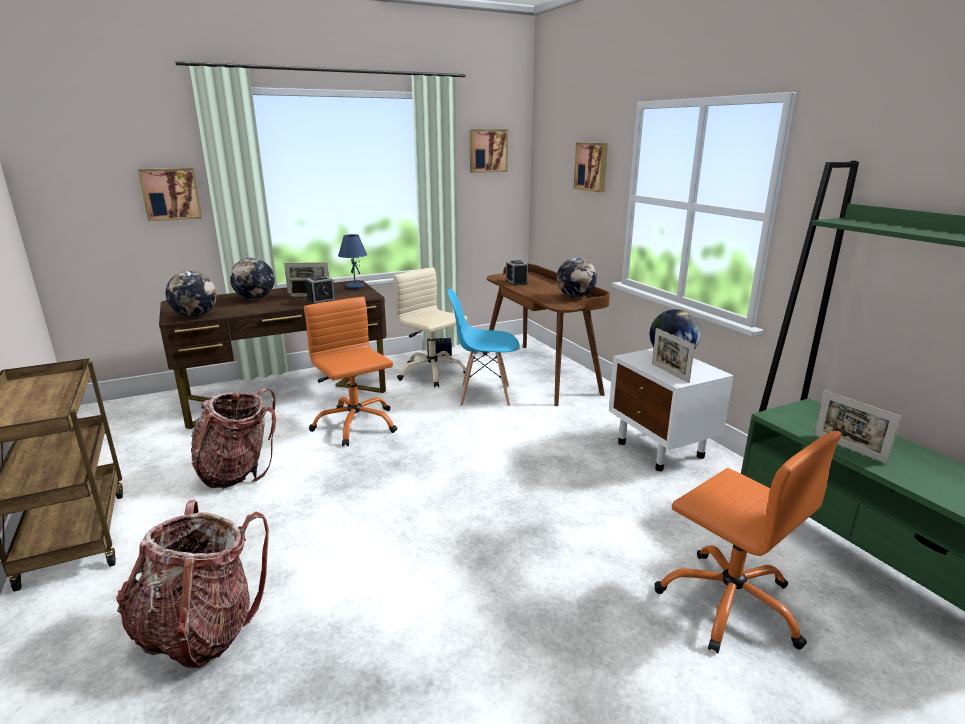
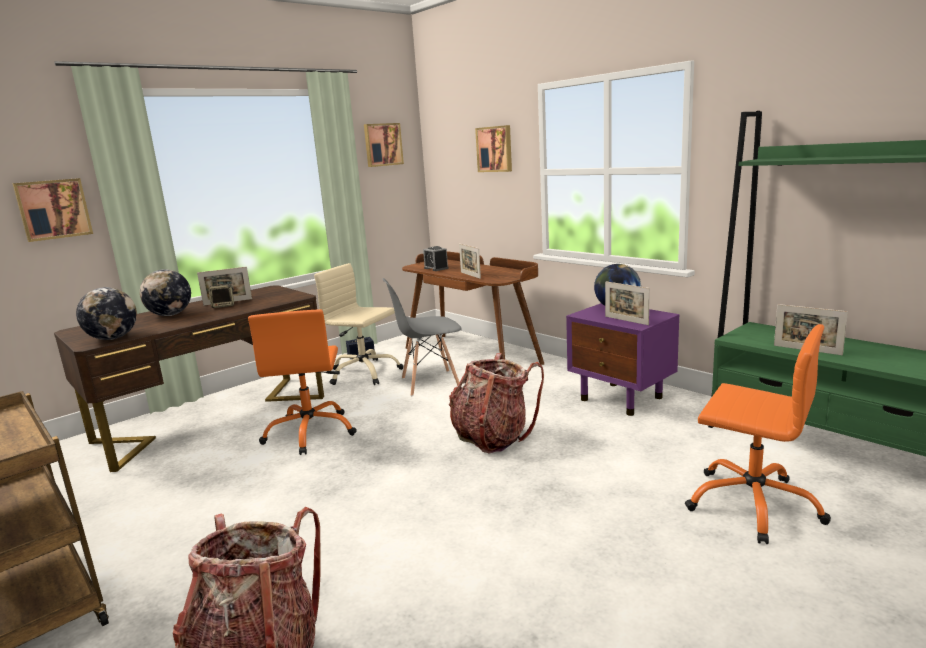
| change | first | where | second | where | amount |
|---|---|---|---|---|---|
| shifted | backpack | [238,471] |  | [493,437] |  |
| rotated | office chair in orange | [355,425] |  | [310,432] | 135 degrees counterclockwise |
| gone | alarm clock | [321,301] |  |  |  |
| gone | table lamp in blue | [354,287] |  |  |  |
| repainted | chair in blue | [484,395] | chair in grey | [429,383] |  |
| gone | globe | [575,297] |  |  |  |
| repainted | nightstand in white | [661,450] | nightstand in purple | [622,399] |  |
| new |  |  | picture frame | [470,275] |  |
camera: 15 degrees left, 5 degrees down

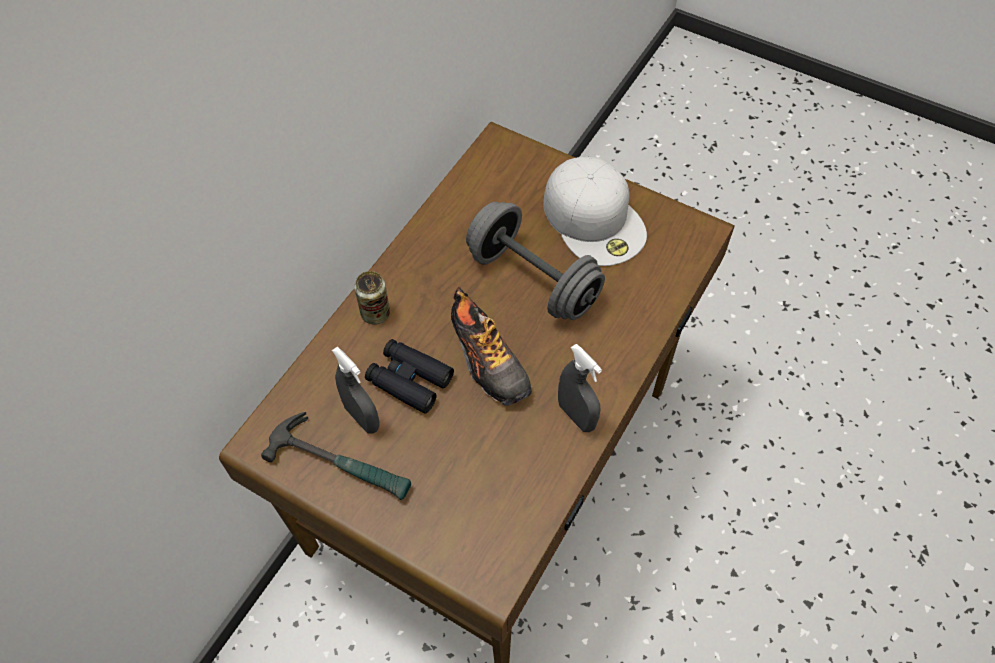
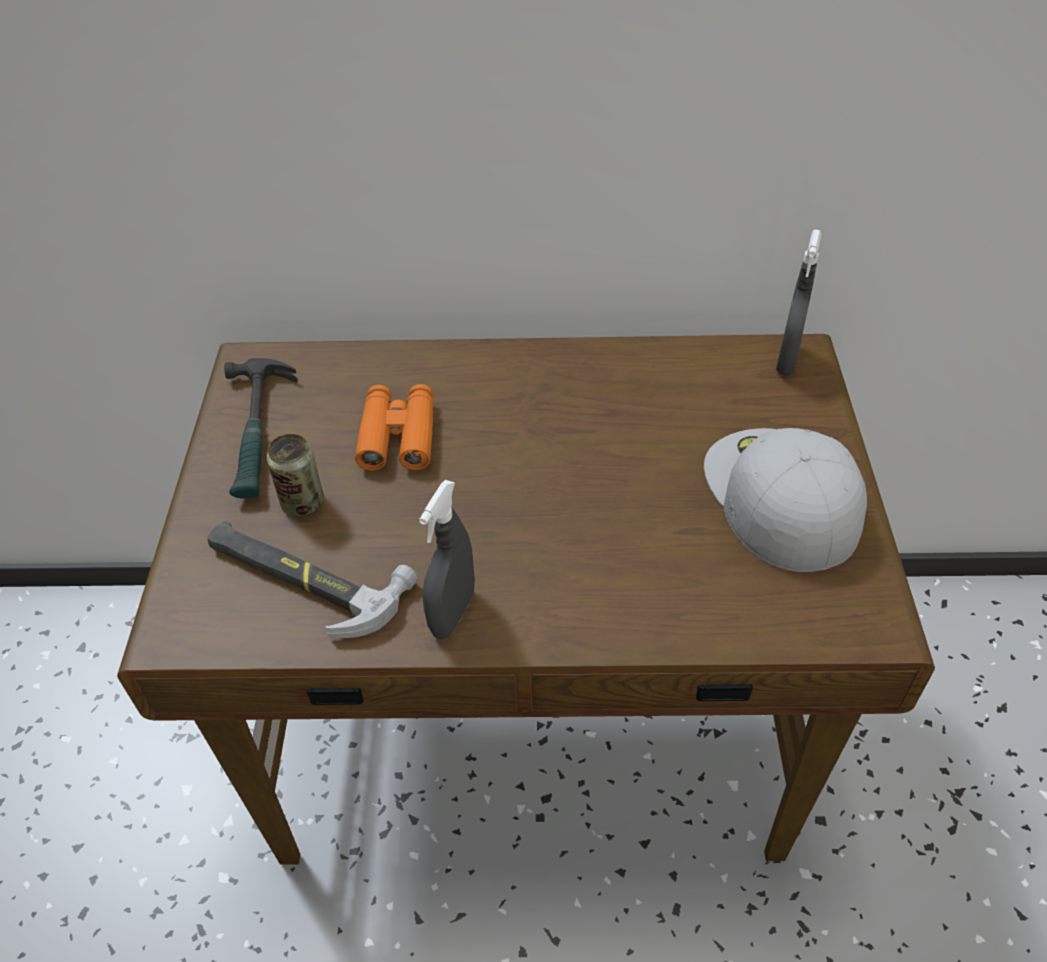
| change | first | where | second | where | amount |
|---|---|---|---|---|---|
| shifted | spray bottle in grey | [362,418] |  | [787,360] |  |
| shifted | can | [375,313] |  | [303,503] |  |
| repainted | binoculars in black | [409,380] | binoculars in orange | [398,435] |  |
| gone | shoe | [487,359] |  |  |  |
| gone | dumbbell in grey | [533,280] |  |  |  |
| rotated | cap in white | [595,219] |  | [778,496] | 135 degrees clockwise |
| new |  |  | hammer | [303,576] |  |
camera: 60 degrees right, 10 degrees down

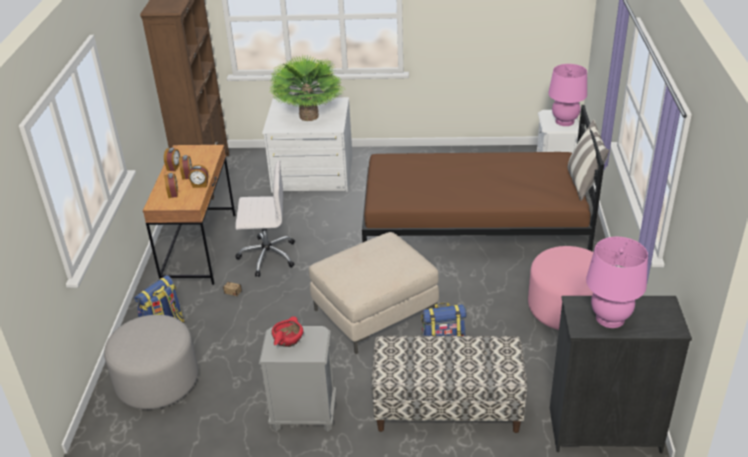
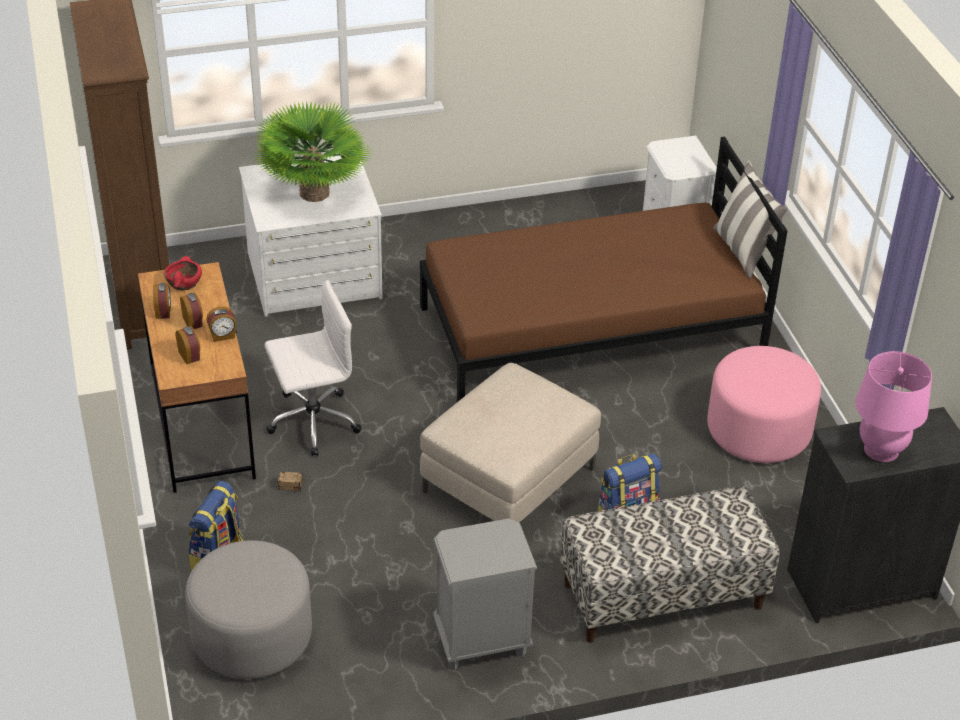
| change | first | where | second | where | amount |
|---|---|---|---|---|---|
| shifted | bowl in red | [287,339] |  | [183,283] |  |
| gone | table lamp in pink | [564,121] |  |  |  |
camera: 20 degrees left, 5 degrees up

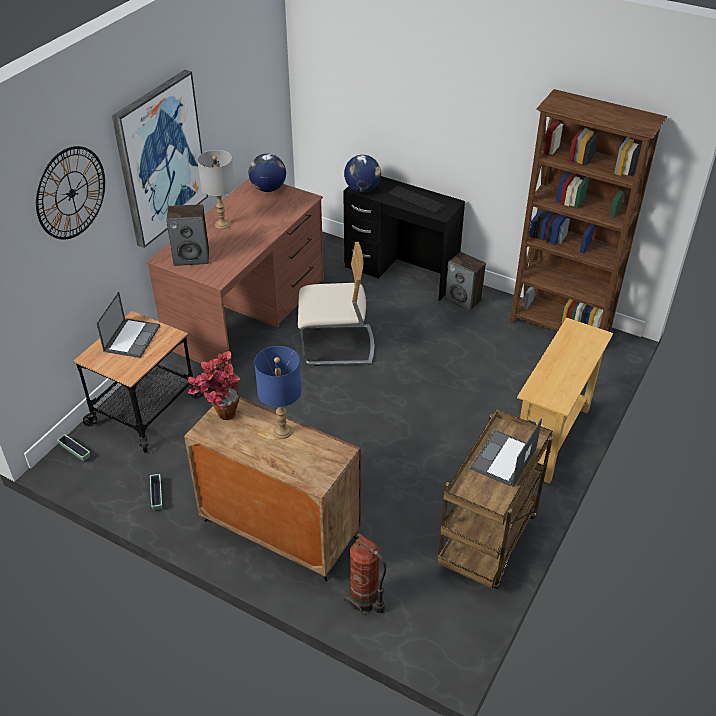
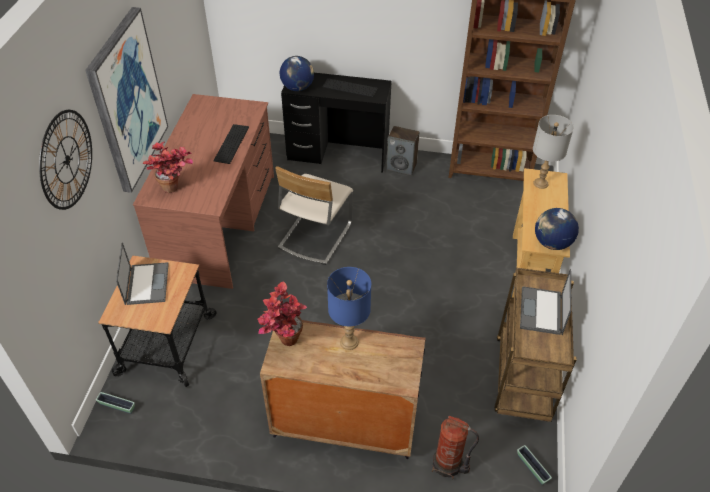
| change | first | where | second | where | amount |
|---|---|---|---|---|---|
| shifted | planter | [157,496] |  | [532,468] |  |
| swapped | speaker | [192,257] | potted plant | [176,189] |  |
| shifted | table lamp in grey | [222,224] |  | [541,183] |  |
| shifted | globe | [268,189] |  | [552,243] |  |
| rotated | chair in beige | [337,346] |  | [315,236] | 135 degrees clockwise |
| new |  |  | keyboard | [231,143] |  |
camera: 20 degrees left, 5 degrees up

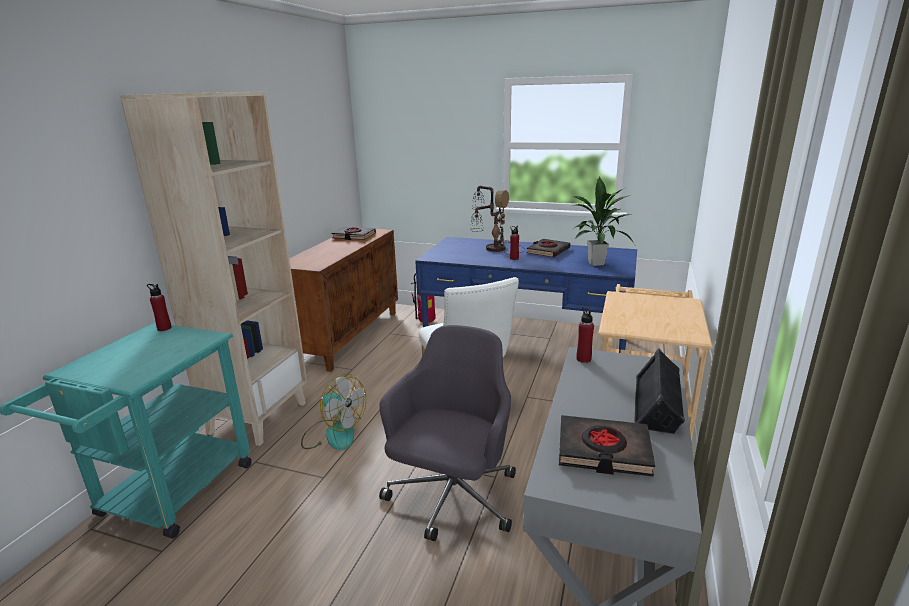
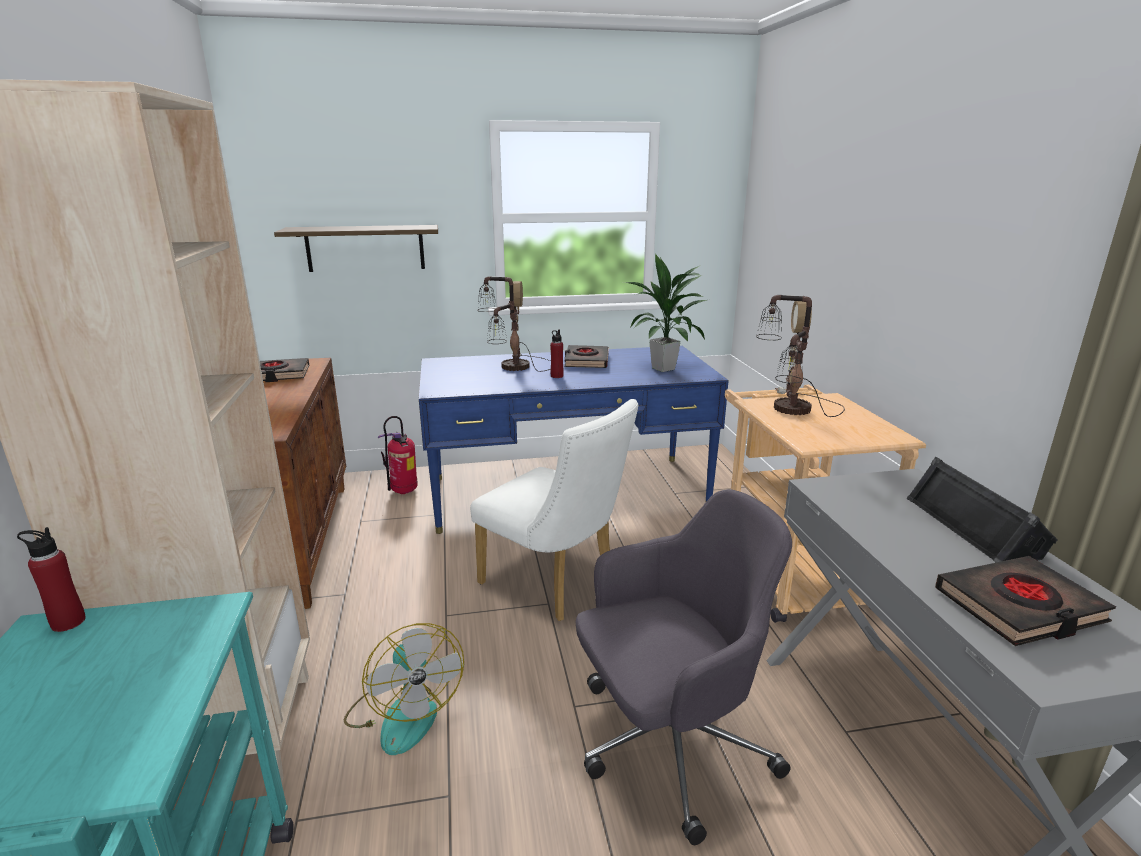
| change | first | where | second | where | amount |
|---|---|---|---|---|---|
| rotated | fan | [333,434] |  | [404,713] | 60 degrees clockwise |
| rotated | office chair in grey | [452,498] |  | [668,744] | 75 degrees clockwise |
| gone | bottle in red | [583,359] |  |  |  |
| new |  |  | shelf | [365,248] |  |
| new |  |  | table lamp | [790,410] |  |
camera: 30 degrees left, 0 degrees up

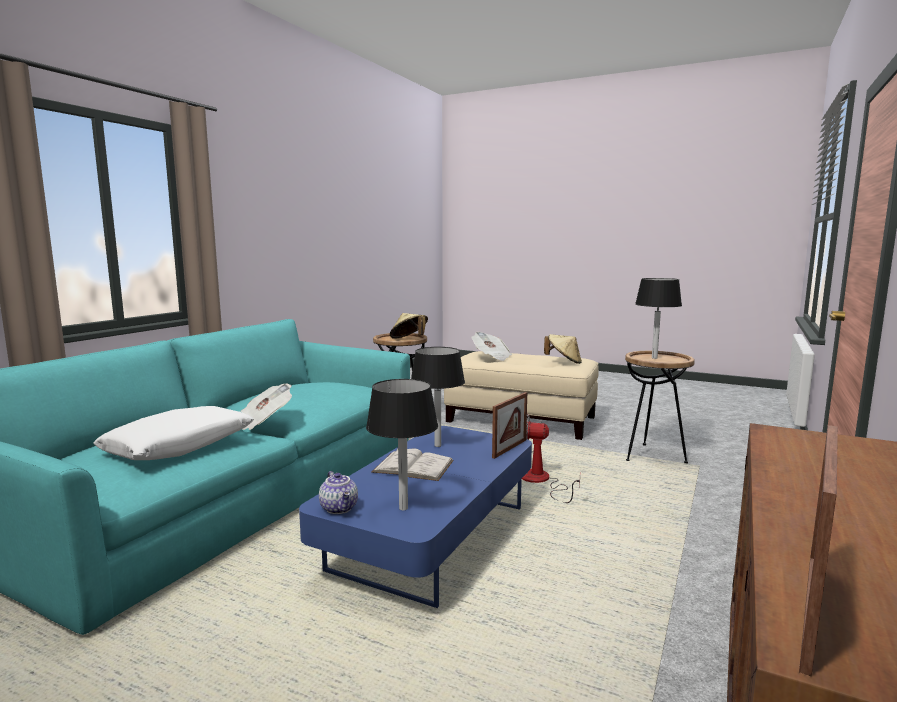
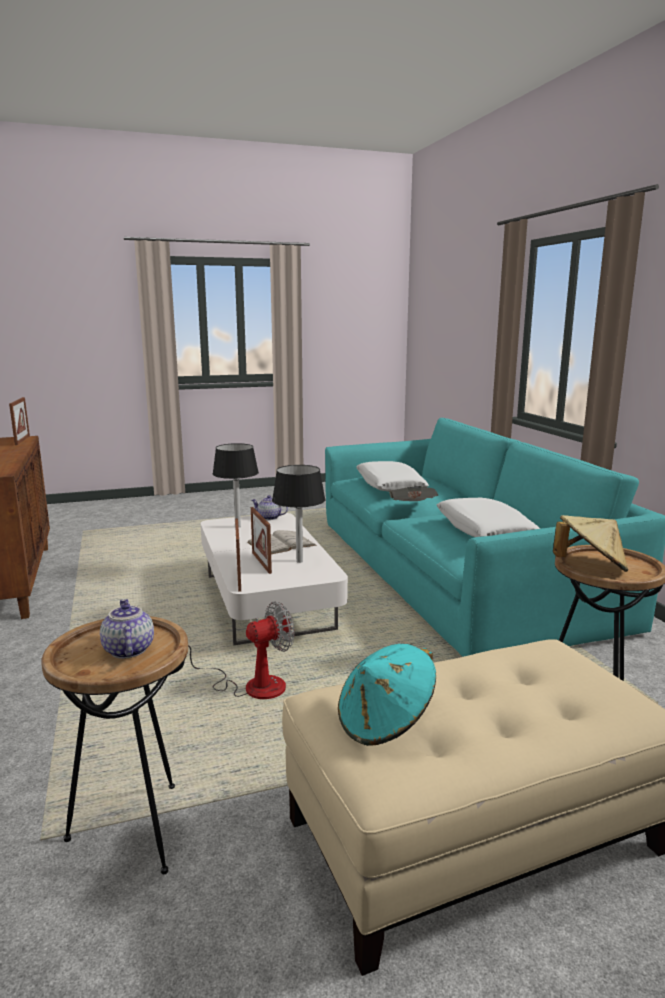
| change | first | where | second | where | amount |
|---|---|---|---|---|---|
| repainted | coffee table in blue | [432,537] | coffee table in white | [267,601] |  |
| gone | newspaper | [491,357] |  |  |  |
| repainted | hat in beige | [563,362] | hat in turquoise | [385,722] |  |
| swapped | table lamp in black | [654,358] | teapot | [127,650] |  |
| new |  |  | picture frame | [261,562] |  |
| new |  |  | pillow in white | [485,531] |  |
camera: 135 degrees right, 5 degrees up

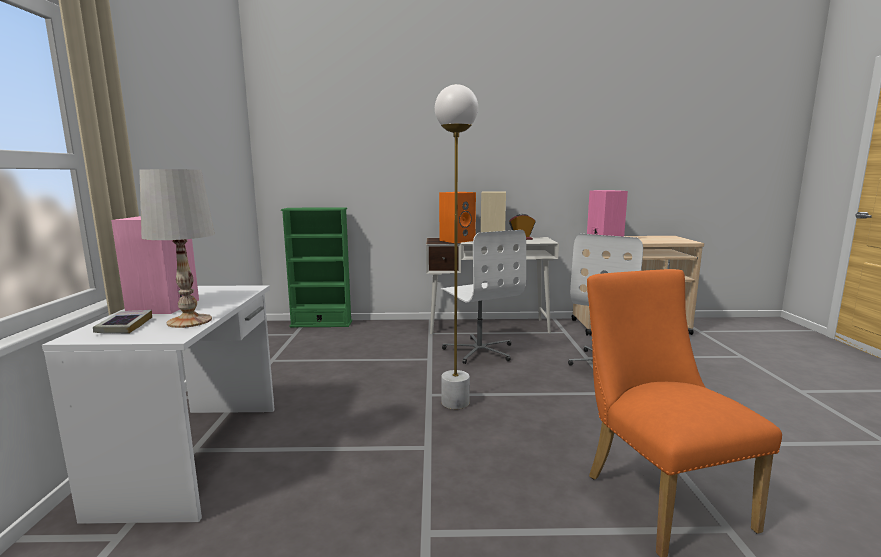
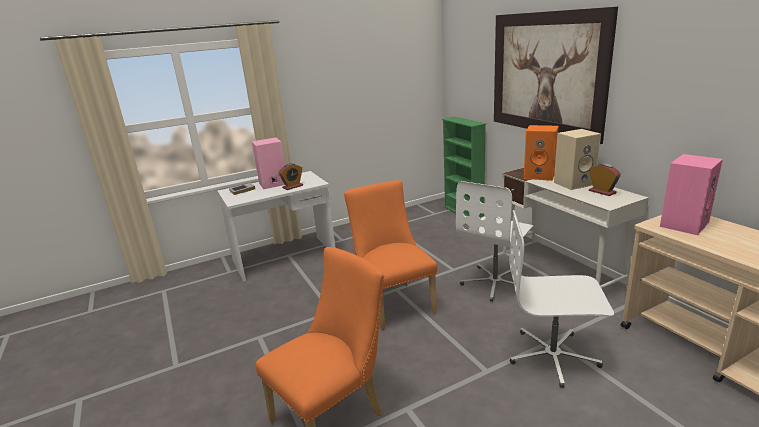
| change | first | where | second | where | amount |
|---|---|---|---|---|---|
| gone | table lamp in white | [190,321] |  |  |  |
| swapped | floor lamp in white | [455,402] | chair in orange | [394,302] |  |
| new |  |  | alarm clock | [293,186] |  |
| new |  |  | picture | [546,73] |  |
camera: 65 degrees right, 10 degrees up

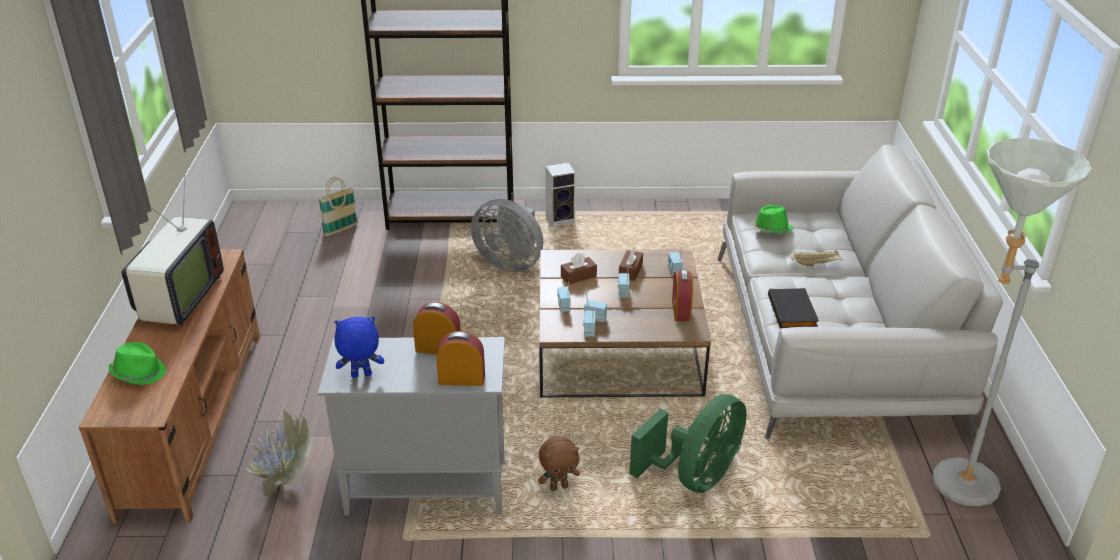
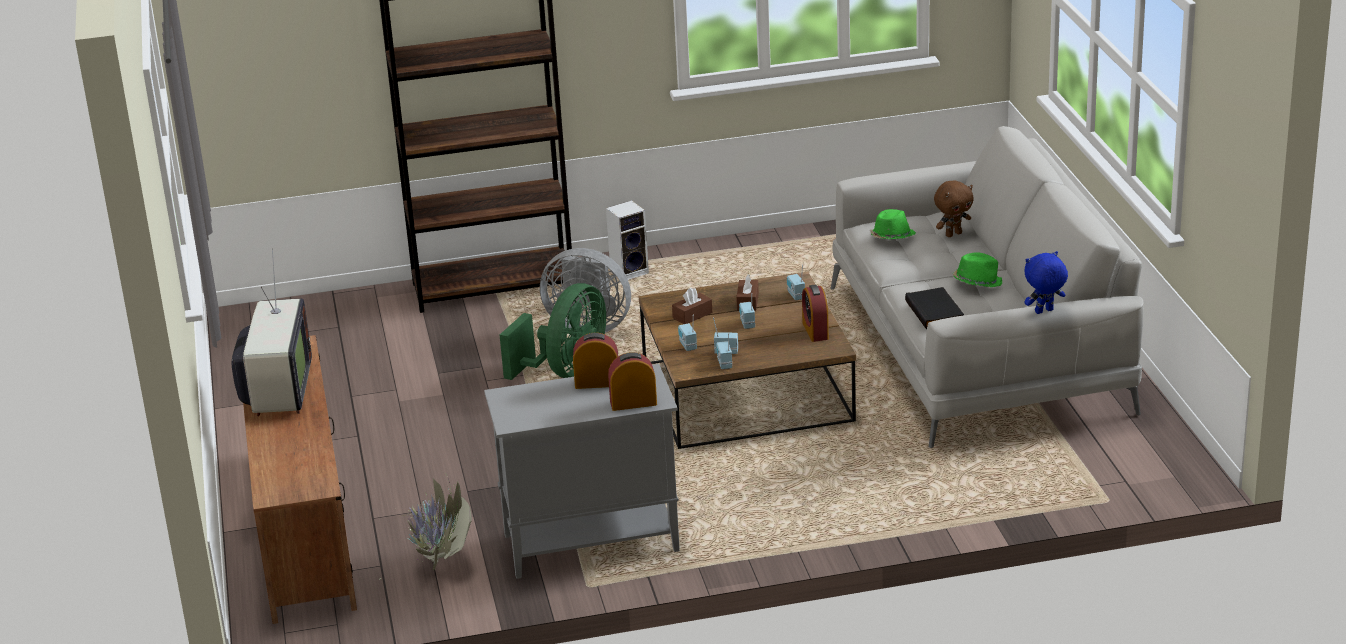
| change | first | where | second | where | amount |
|---|---|---|---|---|---|
| shifted | hat in green | [139,373] |  | [977,282] |  |
| gone | basket | [340,230] |  |  |  |
| shifted | plush toy in blue | [361,376] |  | [1044,312] |  |
| shifted | plush toy in brown | [559,487] |  | [953,234] |  |
| shifted | fan in green | [695,476] |  | [566,372] |  |
| gone | tray in beige | [815,263] |  |  |  |
| gone | floor lamp in grey | [951,483] |  |  |  |
camera: 10 degrees left, 5 degrees down

